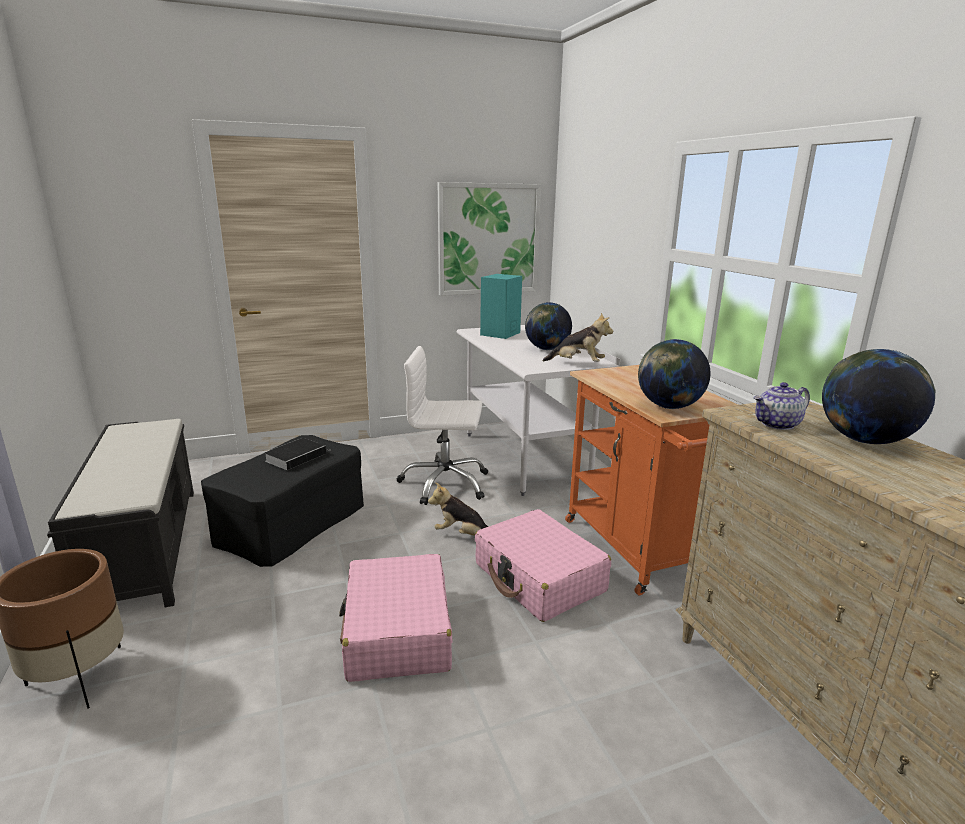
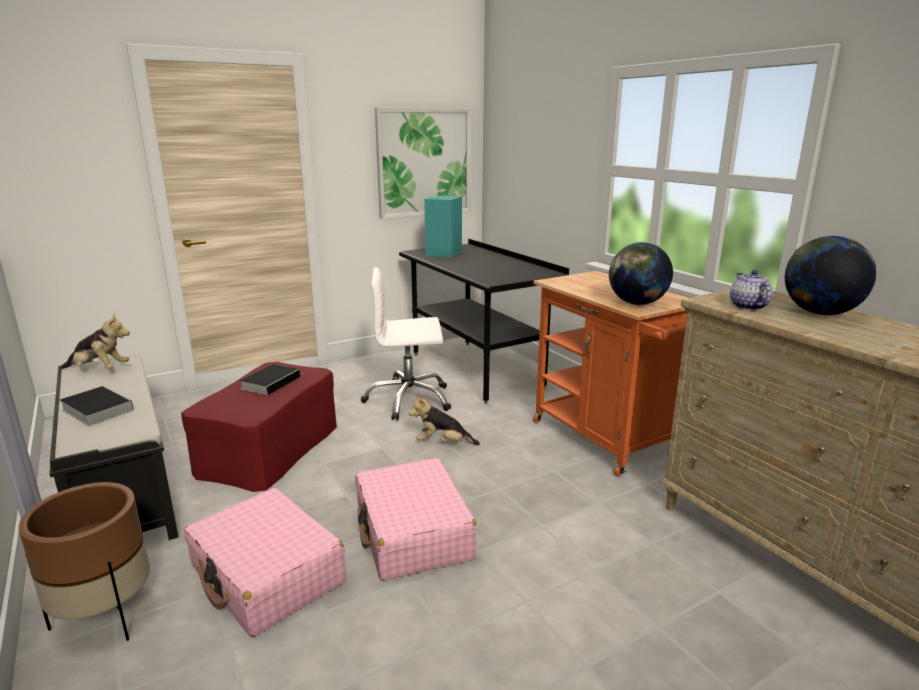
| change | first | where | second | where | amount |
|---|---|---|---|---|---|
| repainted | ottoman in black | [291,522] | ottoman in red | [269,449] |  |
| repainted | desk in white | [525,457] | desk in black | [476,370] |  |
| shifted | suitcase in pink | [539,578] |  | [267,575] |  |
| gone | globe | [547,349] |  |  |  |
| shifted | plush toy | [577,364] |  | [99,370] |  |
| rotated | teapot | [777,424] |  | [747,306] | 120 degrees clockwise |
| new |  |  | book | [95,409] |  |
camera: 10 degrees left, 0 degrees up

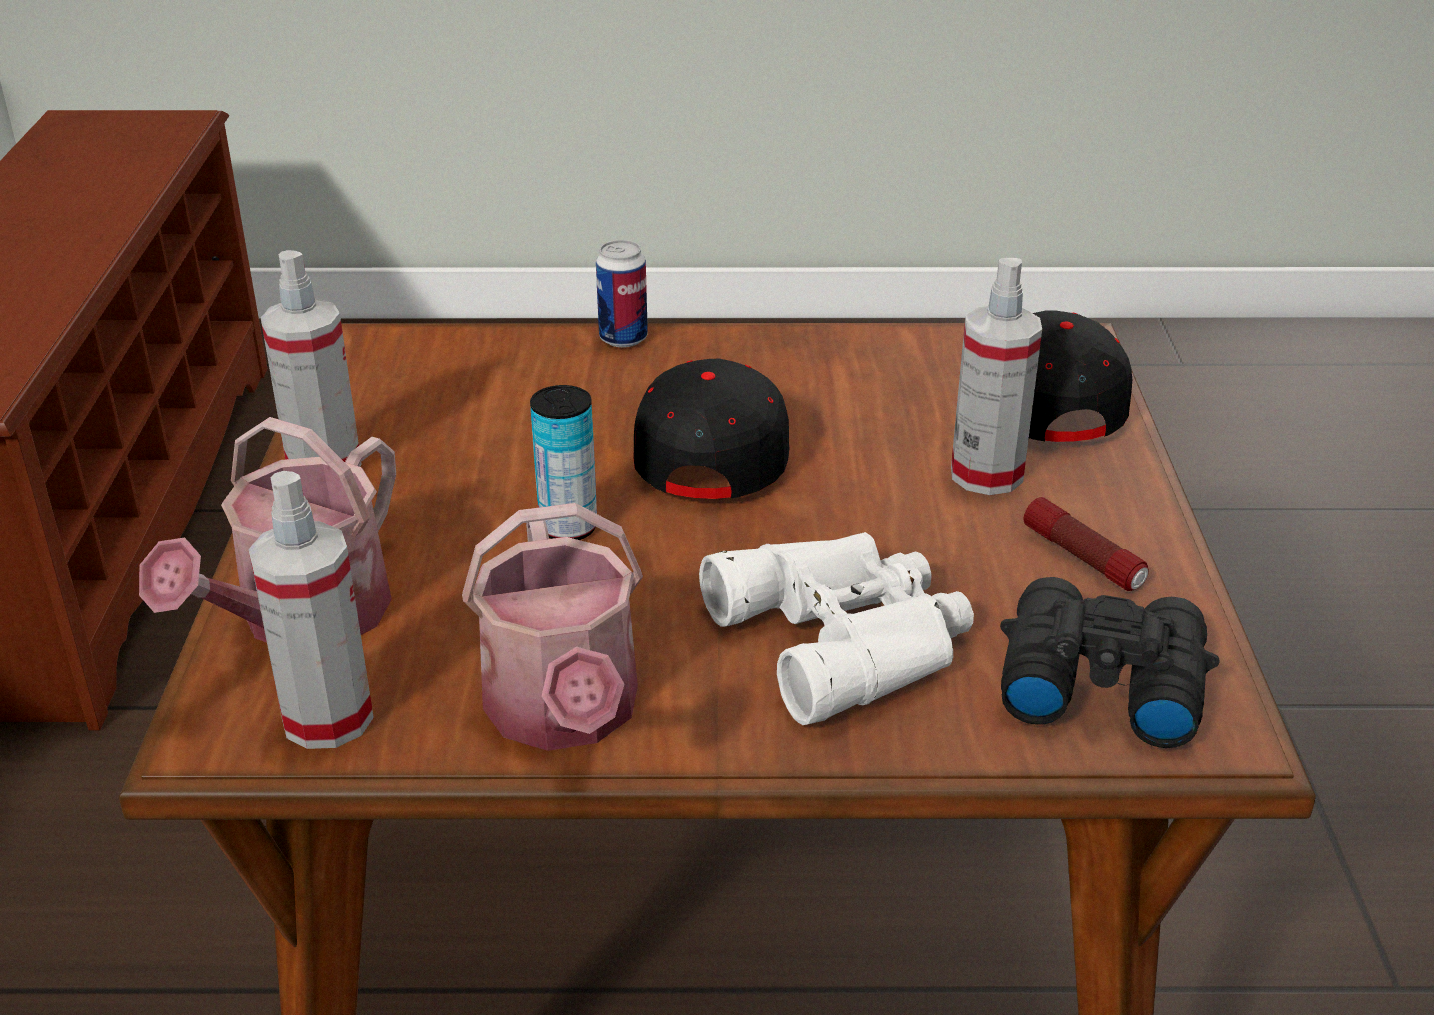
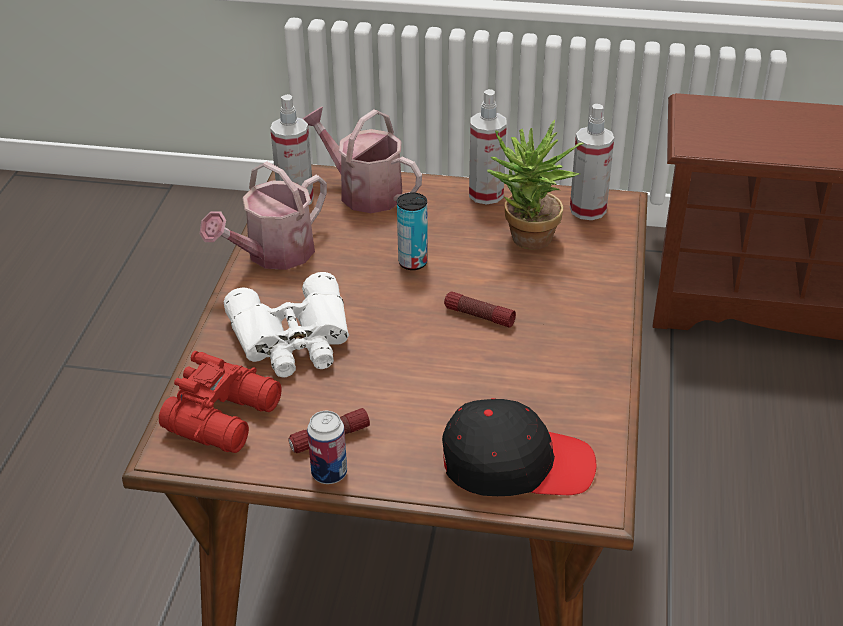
| change | first | where | second | where | amount |
|---|---|---|---|---|---|
| rotated | watering can | [565,714] |  | [273,255] | 45 degrees counterclockwise |
| shifted | can | [623,338] |  | [329,473] |  |
| swapped | cap in black | [715,447] | flashlight | [479,316] |  |
| shifted | spray bottle | [986,474] |  | [588,209] |  |
| repainted | binoculars in black | [1097,682] | binoculars in red | [226,416] |  |
| new |  |  | potted plant | [527,242] |  |
camera: 100 degrees right, 5 degrees up

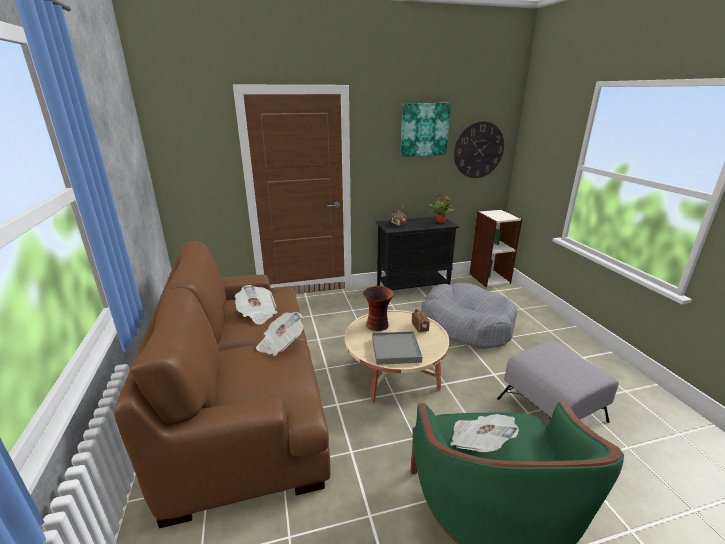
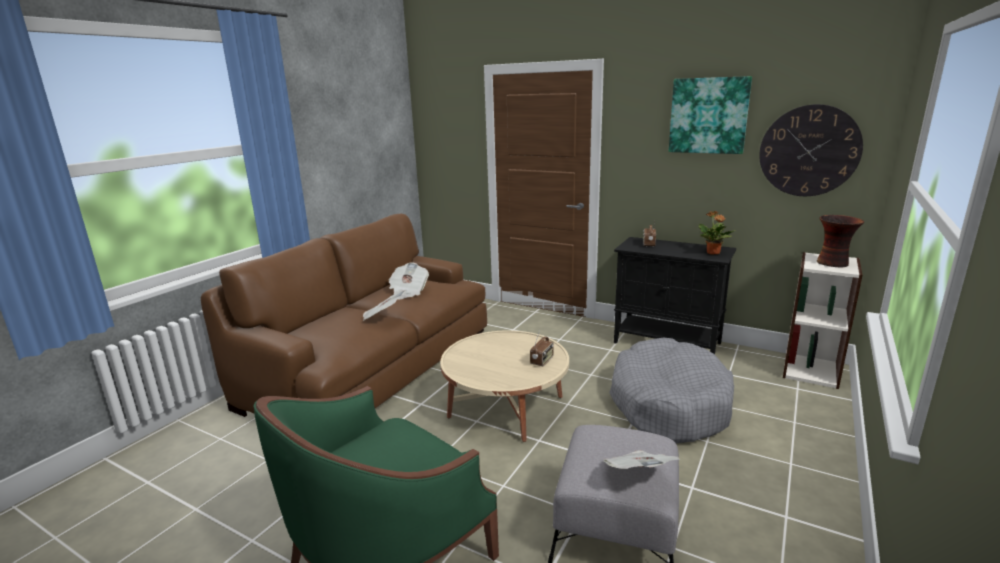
| change | first | where | second | where | amount |
|---|---|---|---|---|---|
| shifted | vase | [378,325] |  | [833,263] |  |
| gone | tray in grey | [395,350] |  |  |  |
| shifted | newspaper | [479,443] |  | [638,476] |  |
camera: 45 degrees right, 5 degrees down

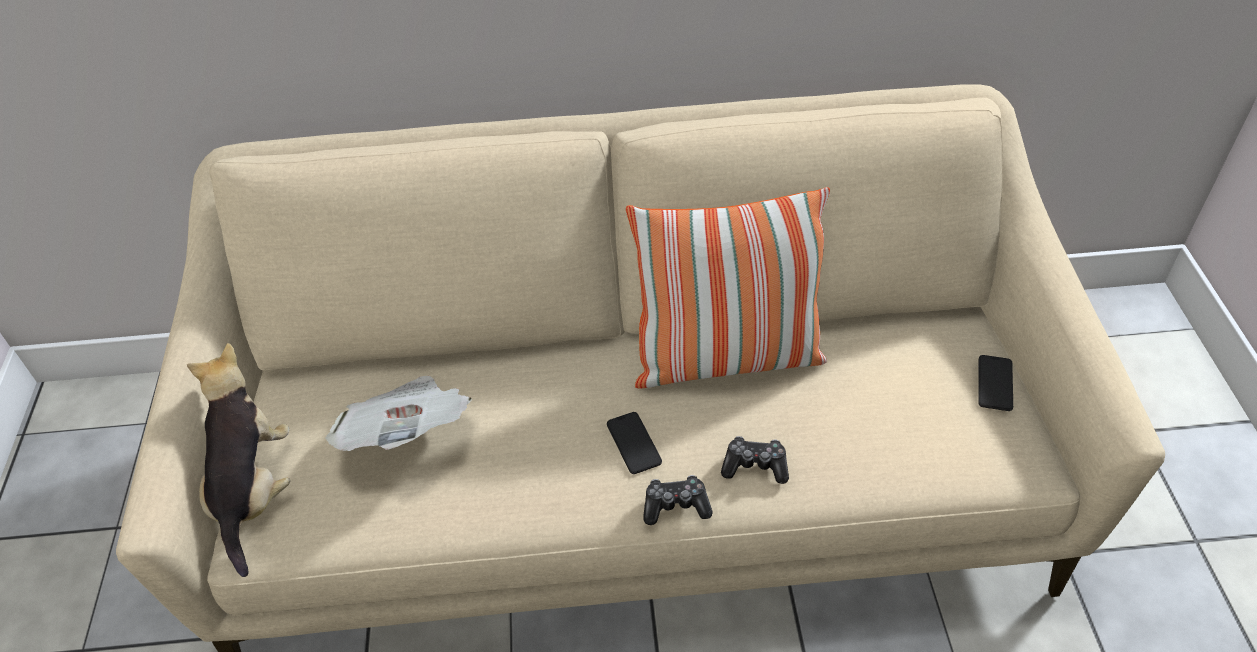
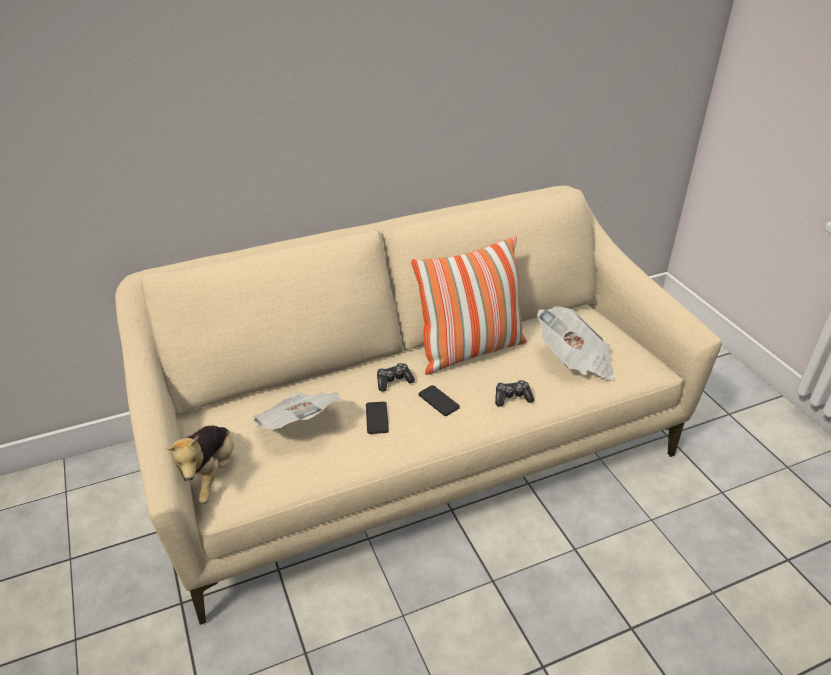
| change | first | where | second | where | amount |
|---|---|---|---|---|---|
| rotated | plush toy | [253,490] |  | [208,477] | 150 degrees counterclockwise |
| shifted | game controller | [676,505] |  | [393,381] |  |
| shifted | phone | [995,383] |  | [377,418] |  |
| new |  |  | newspaper | [575,361] |  |
camera: 20 degrees left, 10 degrees down

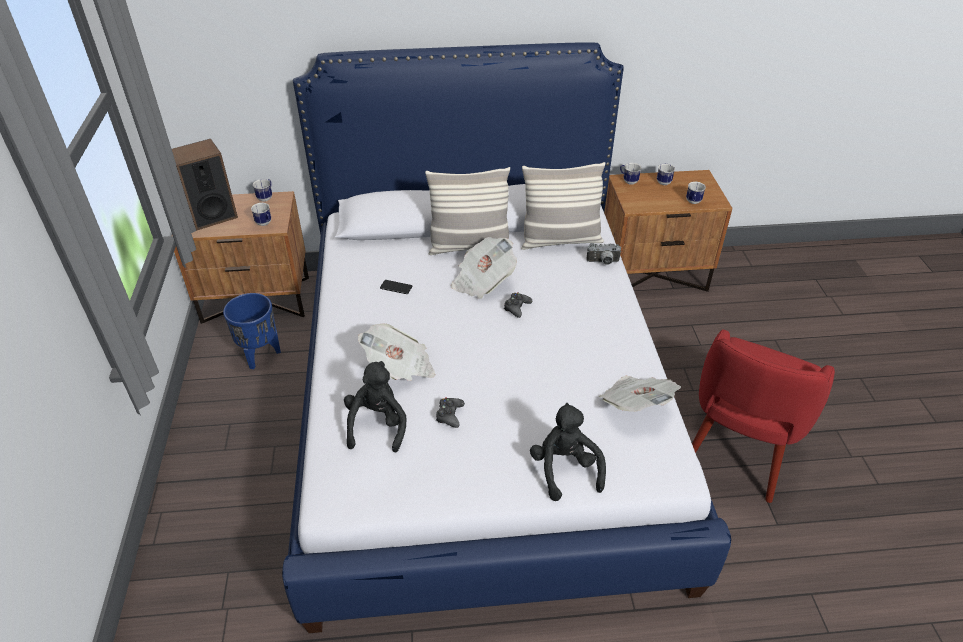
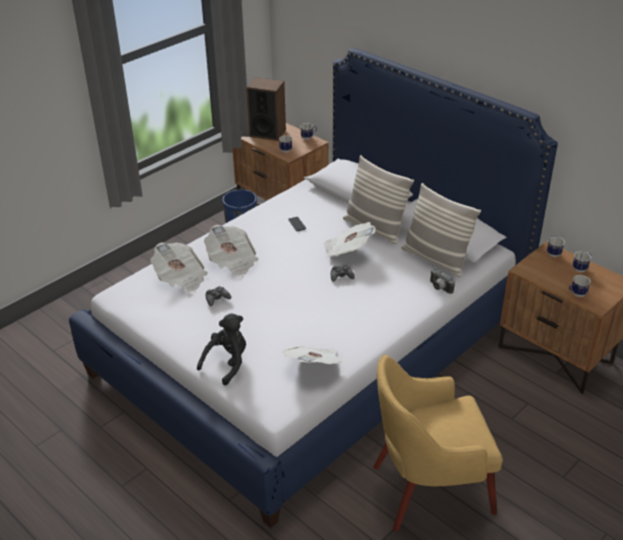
| change | first | where | second | where | amount |
|---|---|---|---|---|---|
| swapped | plush toy in black | [377,425] | newspaper | [181,279] |  |
| repainted | armchair in red | [738,447] | armchair in yellow | [428,489] |  |
camera: 50 degrees right, 5 degrees down

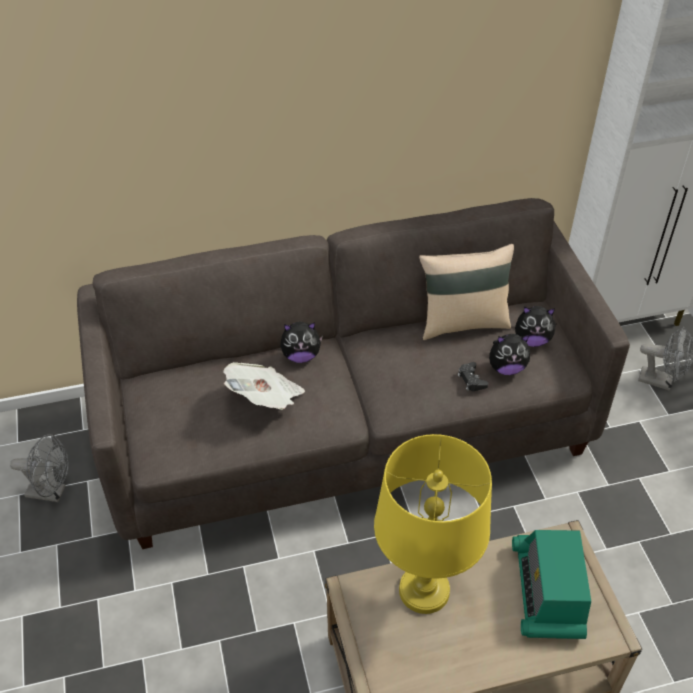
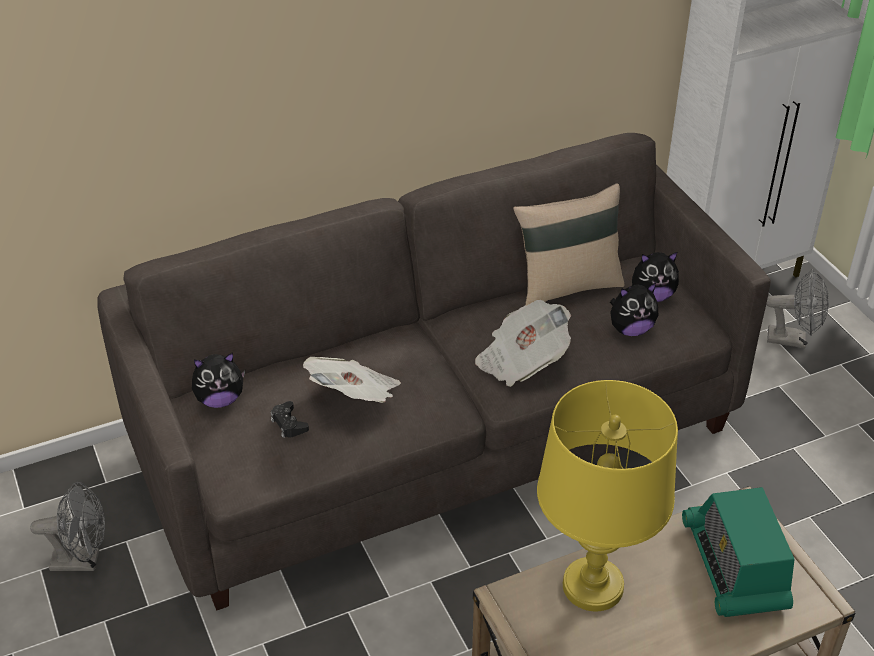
| change | first | where | second | where | amount |
|---|---|---|---|---|---|
| shifted | plush toy | [301,356] |  | [220,399] |  |
| shifted | game controller in black | [471,380] |  | [288,424] |  |
| new |  |  | newspaper | [521,361] |  |
camera: 10 degrees left, 5 degrees down

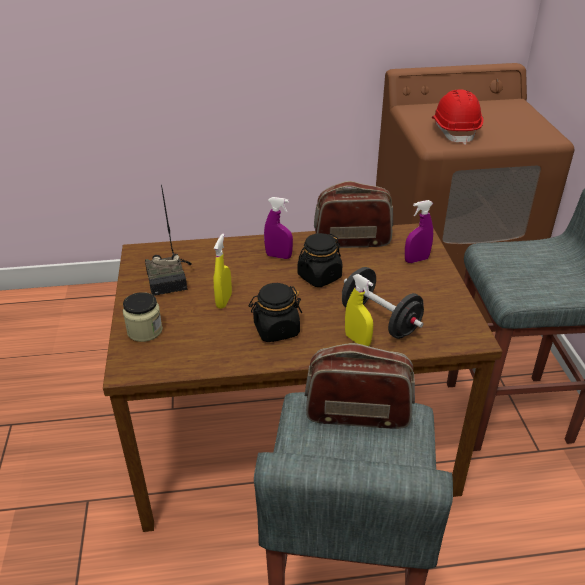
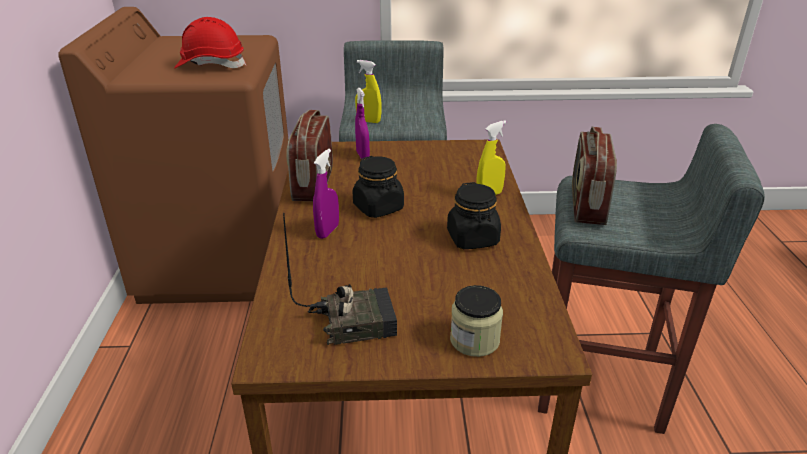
| change | first | where | second | where | amount |
|---|---|---|---|---|---|
| shifted | spray bottle in yellow | [224,301] |  | [368,121] |  |
| gone | dumbbell in black | [380,320] |  |  |  |
camera: 85 degrees left, 5 degrees down

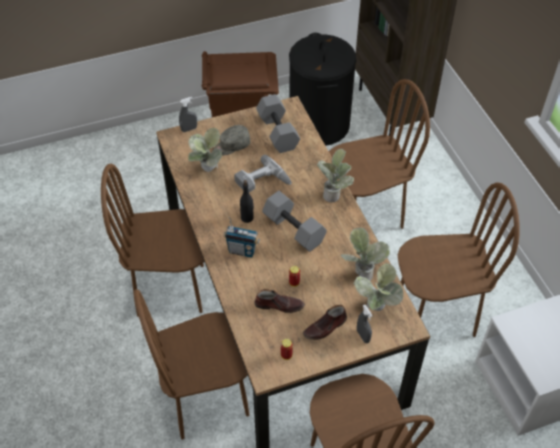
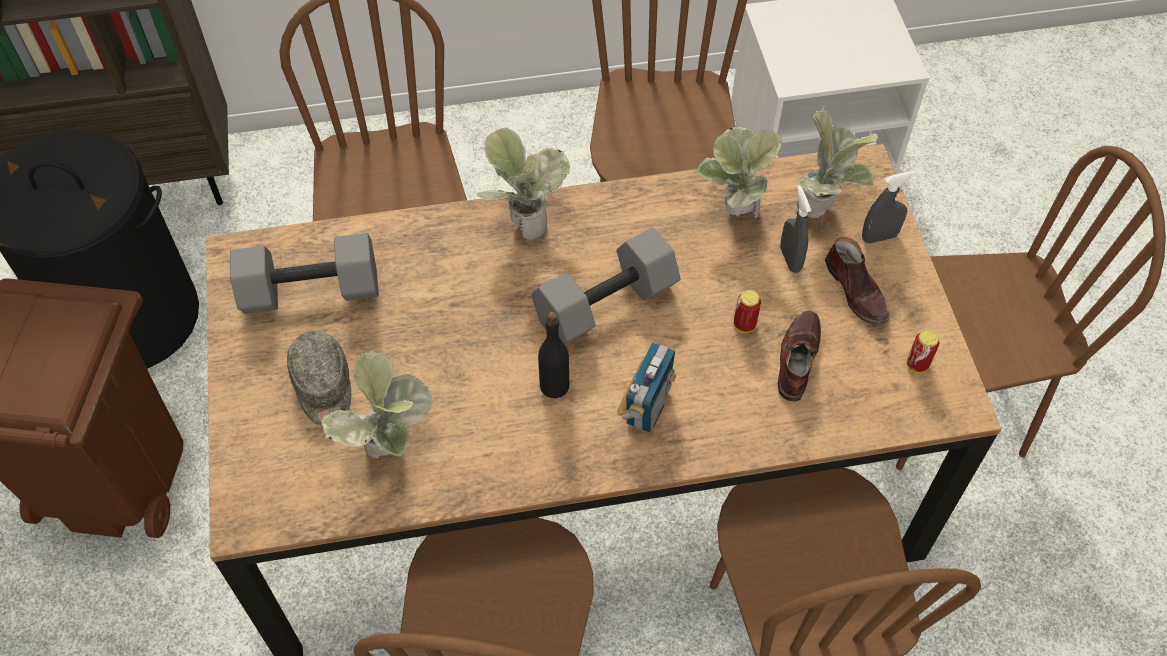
| change | first | where | second | where | amount |
|---|---|---|---|---|---|
| shifted | spray bottle in grey | [189,129] |  | [790,259] |  |
| gone | power drill | [263,182] |  |  |  |
camera: 80 degrees left, 5 degrees up

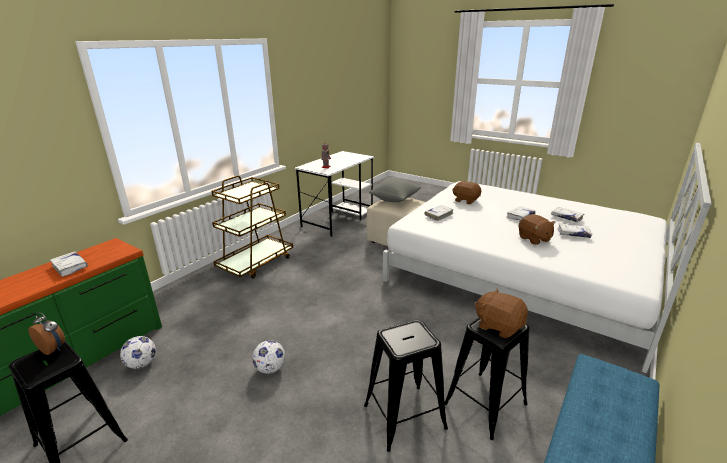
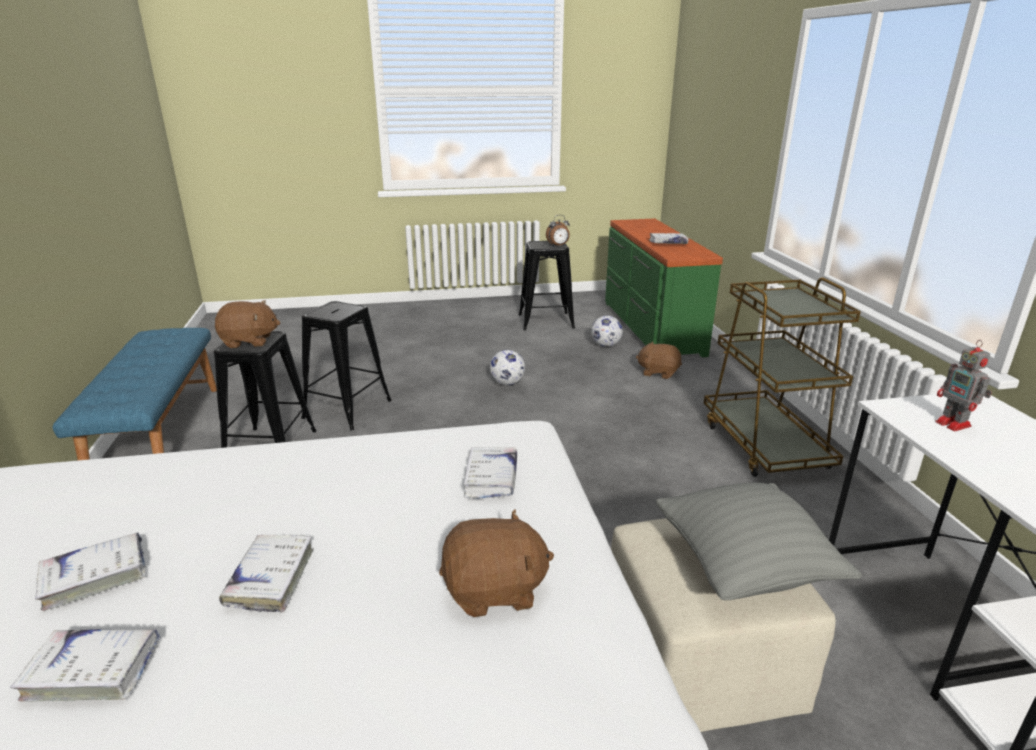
| change | first | where | second | where | amount |
|---|---|---|---|---|---|
| shifted | plush toy in brown | [534,239] |  | [658,372] |  |
camera: 135 degrees right, 0 degrees up

